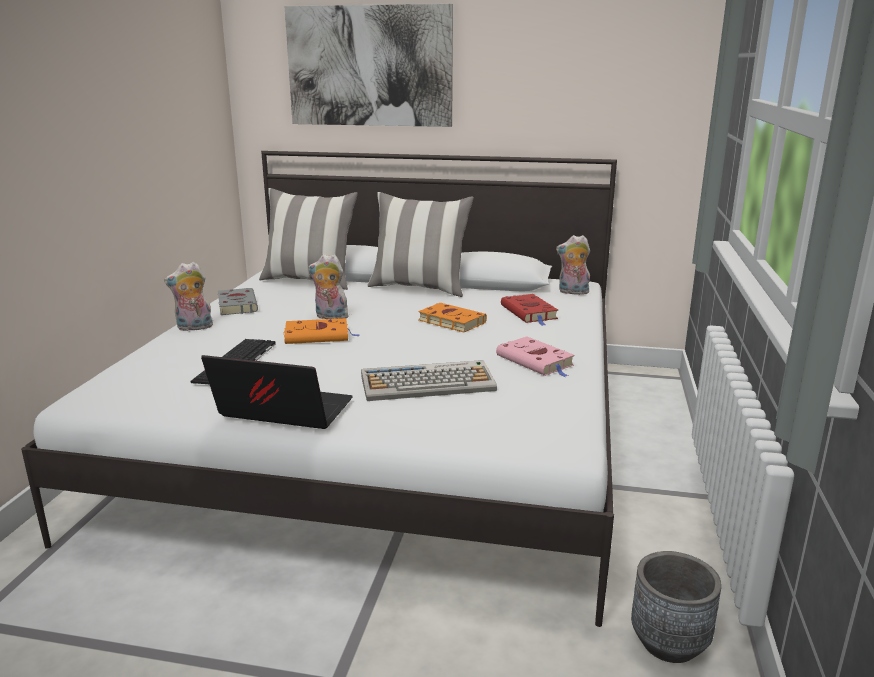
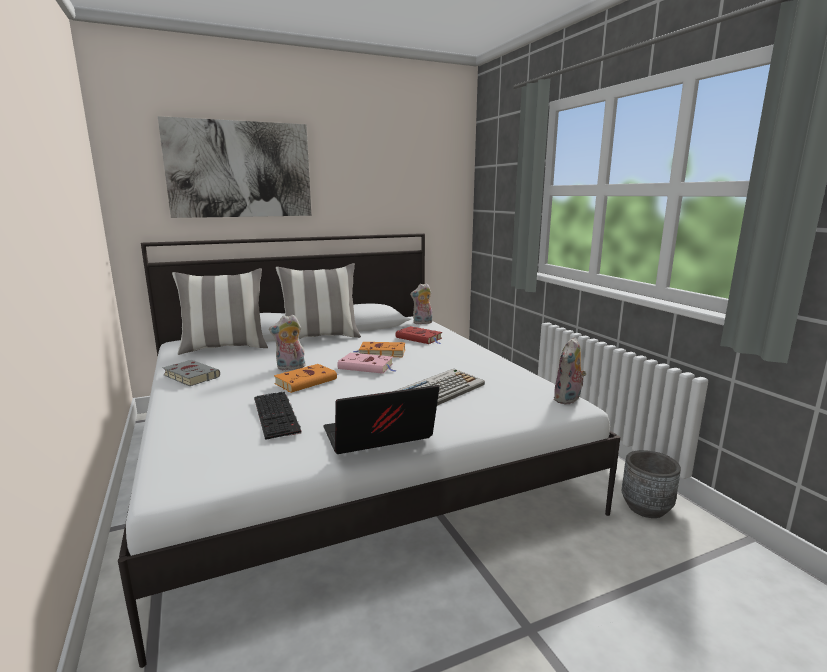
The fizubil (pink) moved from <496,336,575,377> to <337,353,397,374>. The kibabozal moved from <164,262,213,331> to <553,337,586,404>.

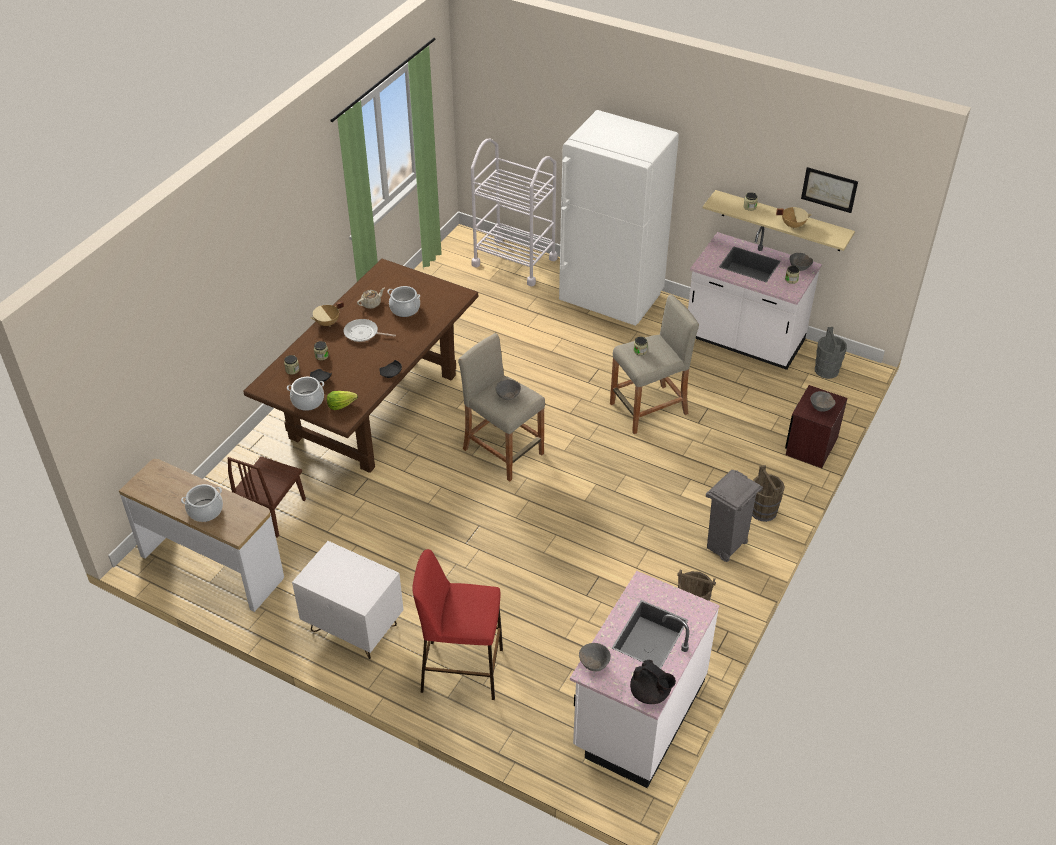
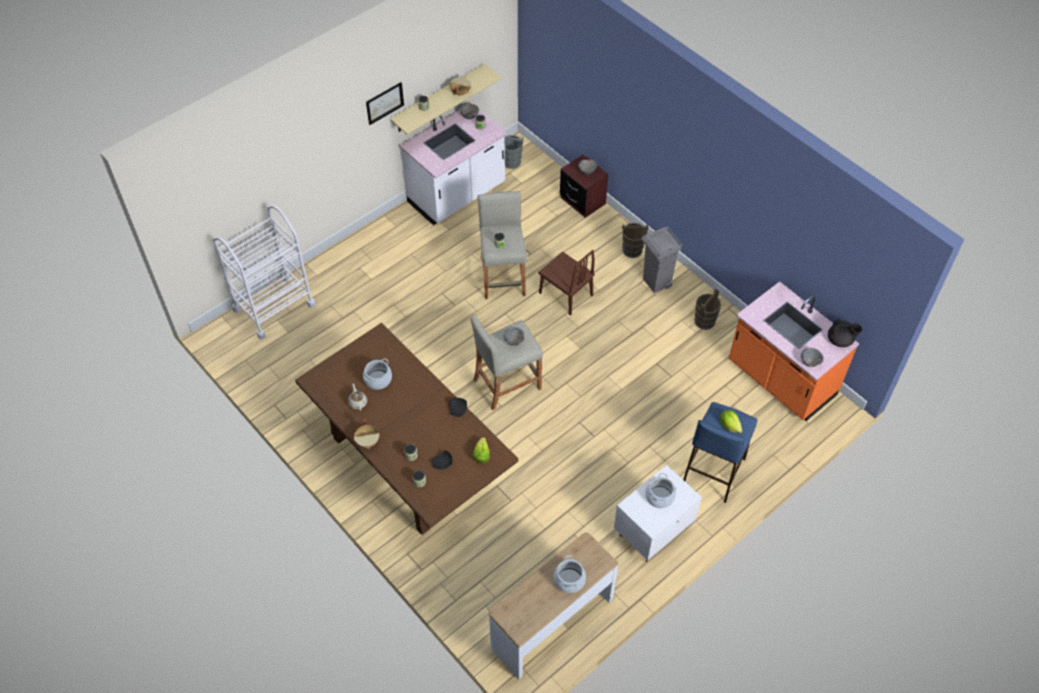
The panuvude moved from <801,167,858,213> to <366,82,404,125>. The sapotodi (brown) moved from <227,456,306,538> to <538,250,595,316>. The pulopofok moved from <287,377,324,411> to <645,473,676,508>. The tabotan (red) at <413,549,503,700> became the tabotan (blue) at <683,402,757,503>. The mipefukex at <720,410,742,433> appeared. The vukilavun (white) at <570,571,720,788> became the vukilavun (orange) at <729,281,859,421>. The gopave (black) at <630,660,676,704> turned 45 degrees clockwise. The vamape at <343,319,396,342> disappeared. The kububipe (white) at <559,110,679,326> disappeared.

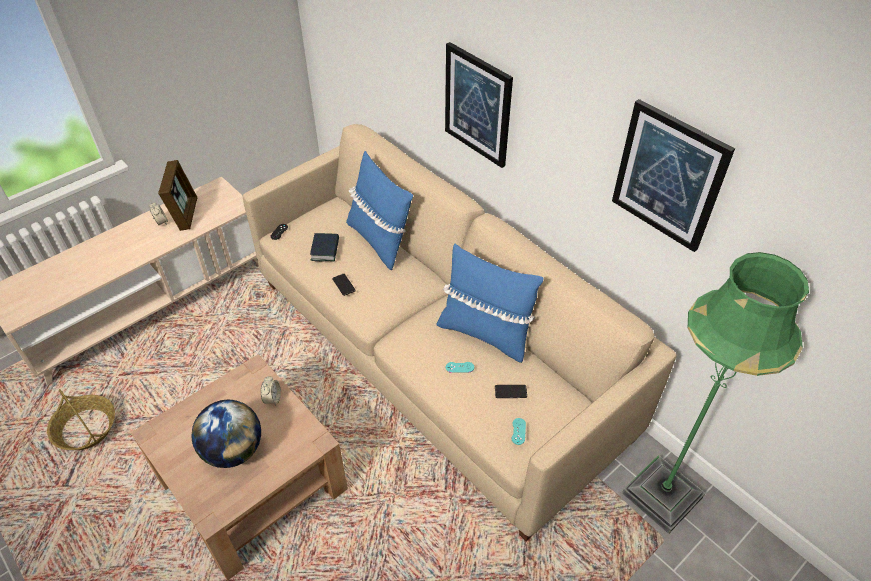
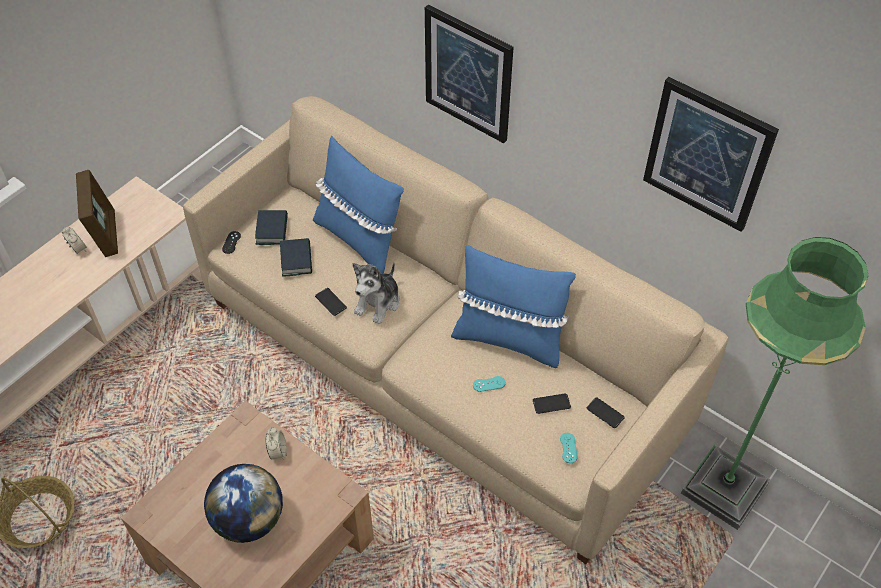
The fizubil at <255,210,288,245> appeared. The kibabozal at <353,262,400,324> appeared. The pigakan at <587,397,625,428> appeared.

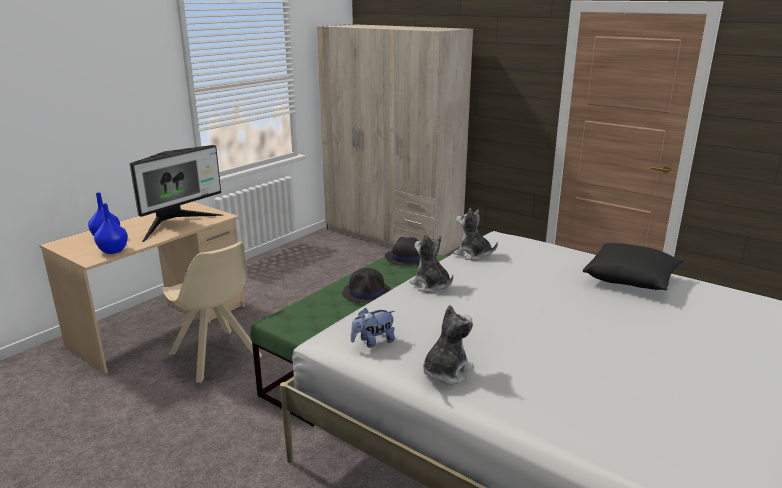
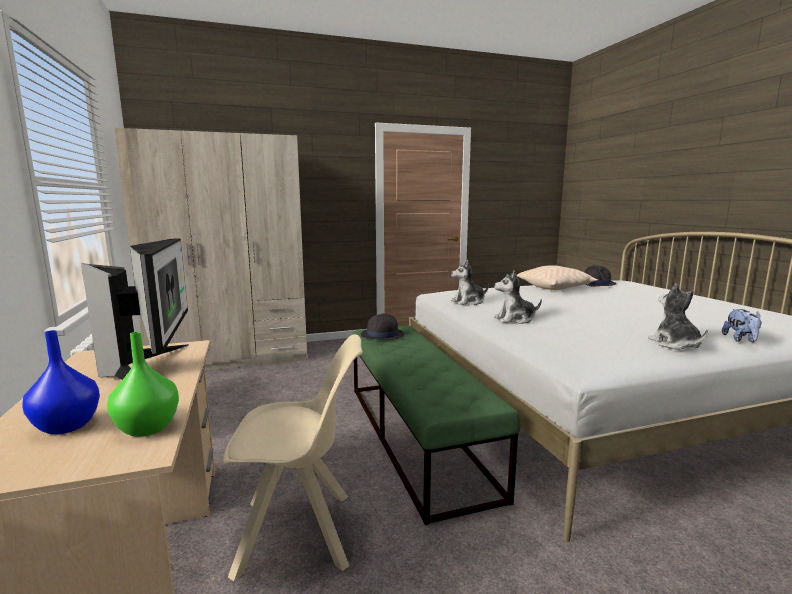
The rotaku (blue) at <94,203,128,254> became the rotaku (green) at <107,332,179,437>. The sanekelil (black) at <583,243,684,290> became the sanekelil (beige) at <517,265,598,290>. The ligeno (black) moved from <342,268,391,303> to <584,265,616,287>. The kibabozal moved from <351,308,395,348> to <722,309,762,342>.

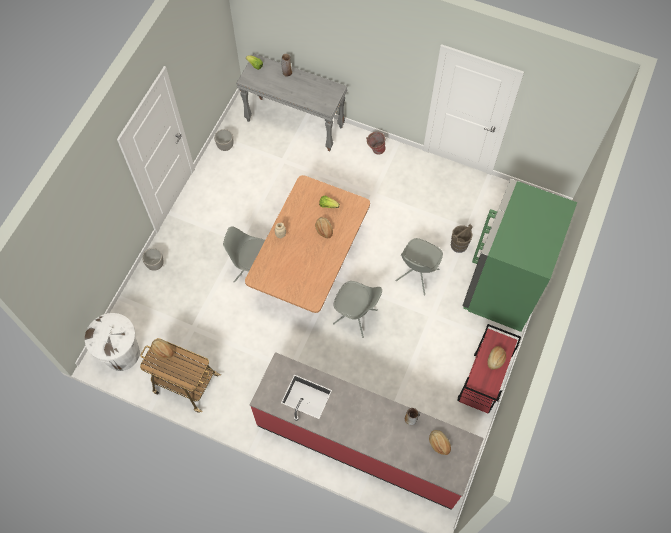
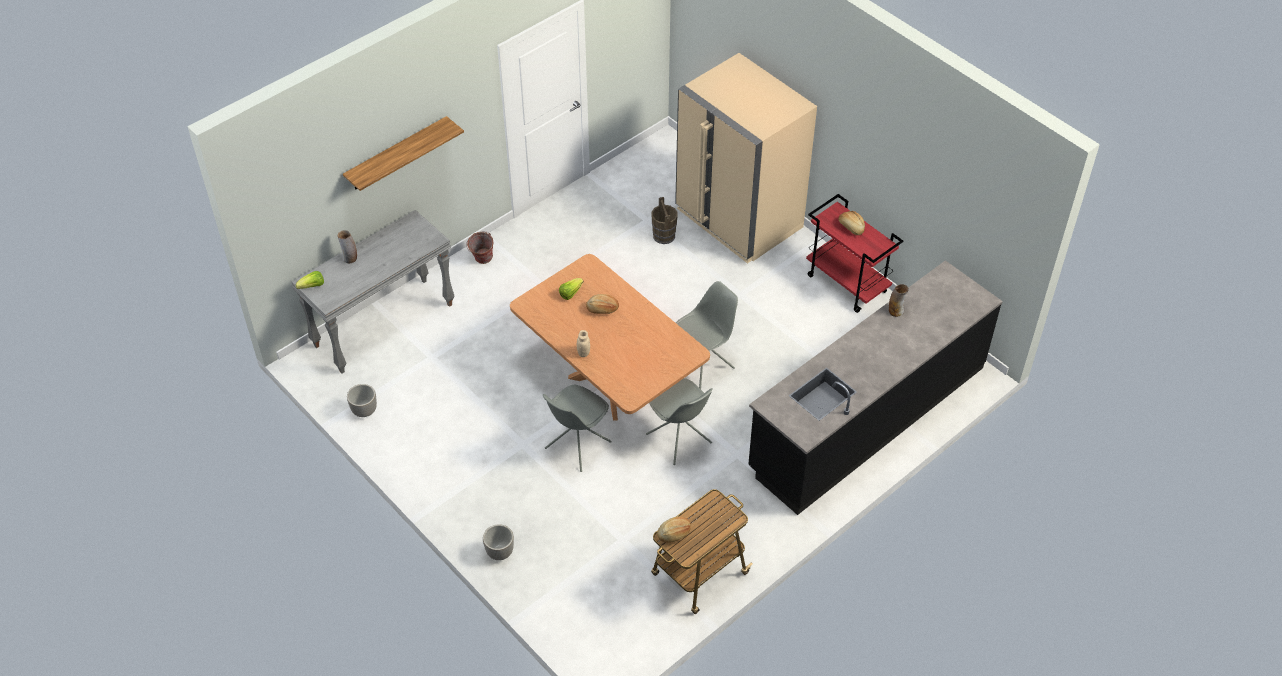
The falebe at <343,116,464,191> appeared. The sapotodi (grey) moved from <396,238,443,295> to <646,378,712,465>. The kububipe (green) at <462,179,577,332> became the kububipe (beige) at <675,53,817,264>. The vukilavun (red) at <250,352,484,510> became the vukilavun (black) at <748,260,1003,515>. The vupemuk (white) at <85,313,140,371> disappeared. The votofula at <429,430,451,455> disappeared.

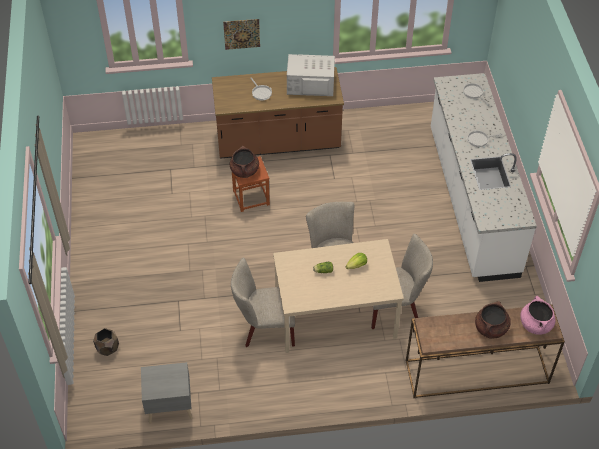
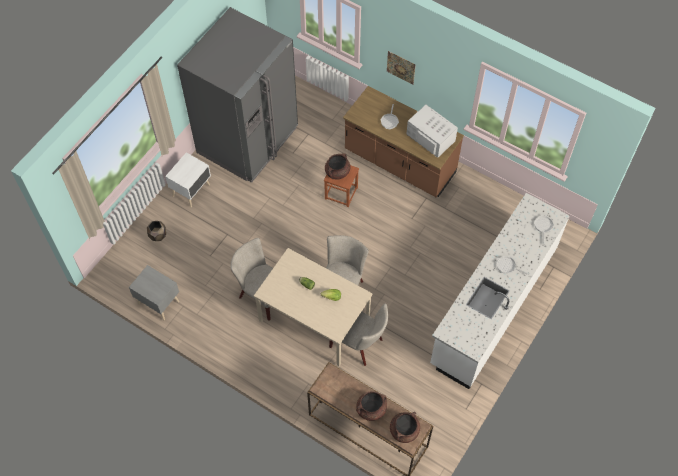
The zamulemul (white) at <165,152,211,207> appeared. The kububipe (grey) at <177,7,298,183> appeared. The pulopofok (pink) at <520,296,555,335> became the pulopofok (brown) at <390,412,420,443>.

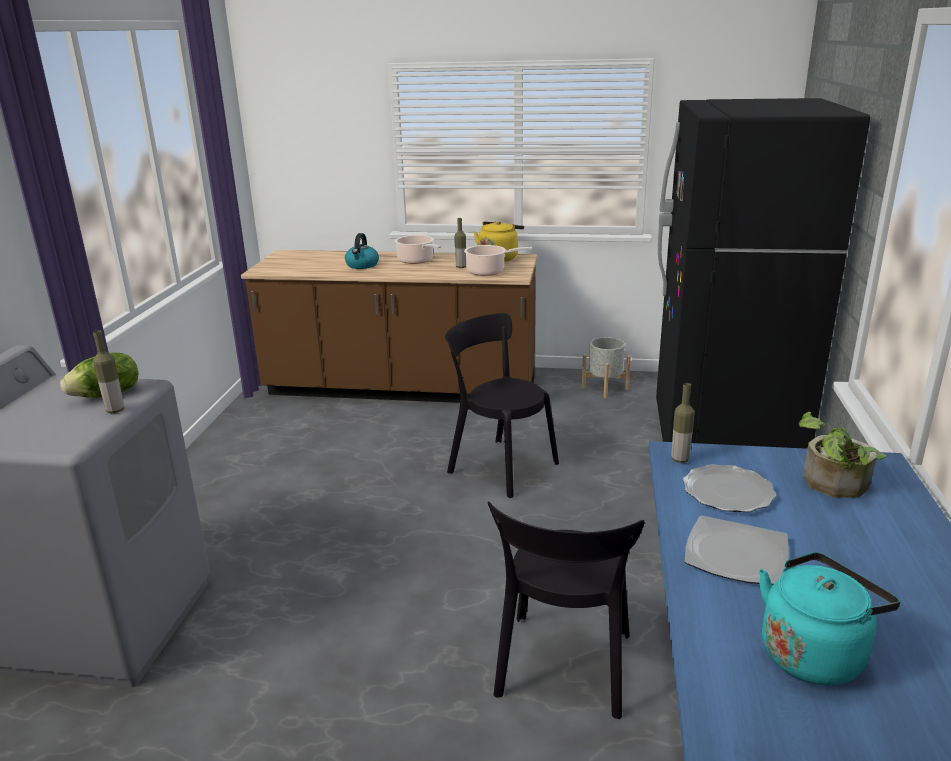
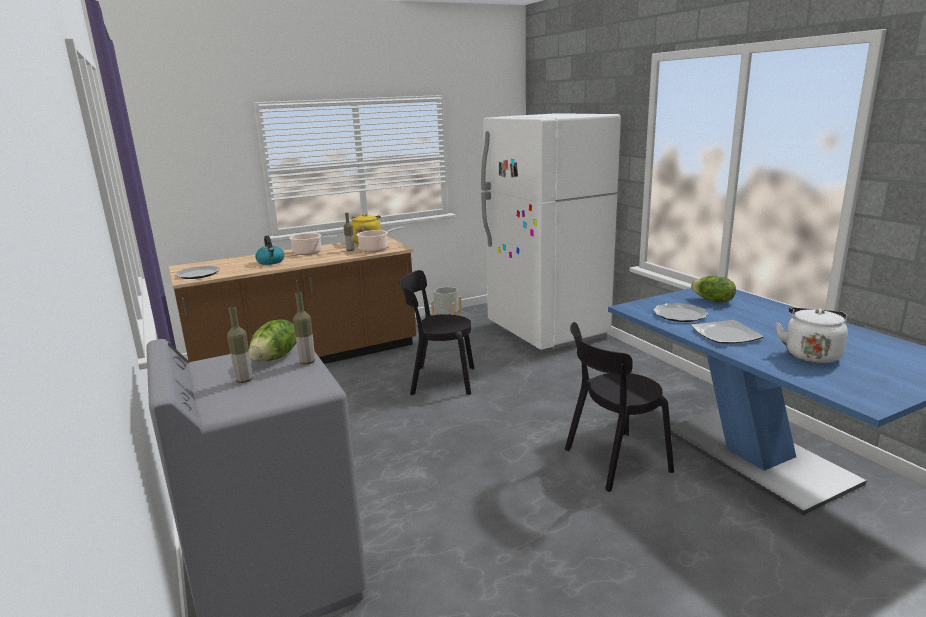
The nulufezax at <175,266,220,279> appeared. The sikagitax moved from <671,383,695,463> to <227,307,253,383>. The kububipe (black) at <656,98,870,449> became the kububipe (white) at <481,113,621,350>. The sapotodi (black) at <488,501,645,719> turned 90 degrees clockwise. The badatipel at <799,412,887,498> was replaced by the mipefukex at <691,276,736,302>. The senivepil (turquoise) at <759,552,900,685> became the senivepil (white) at <776,307,848,364>.

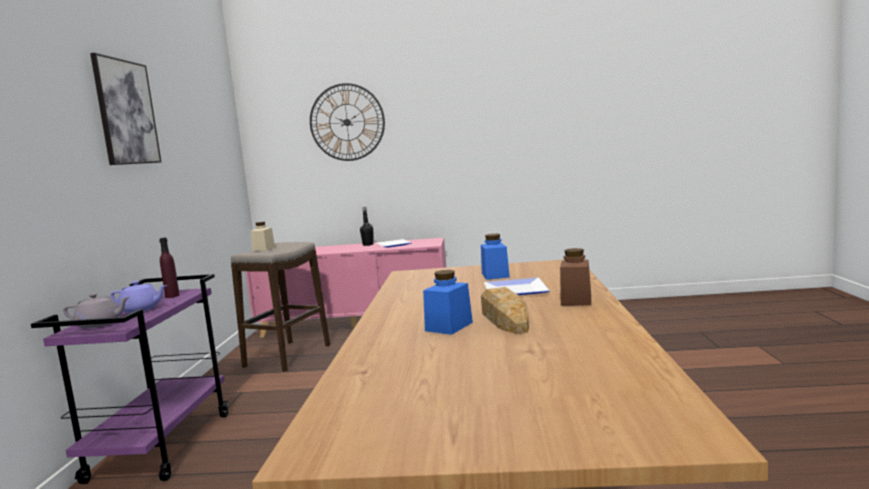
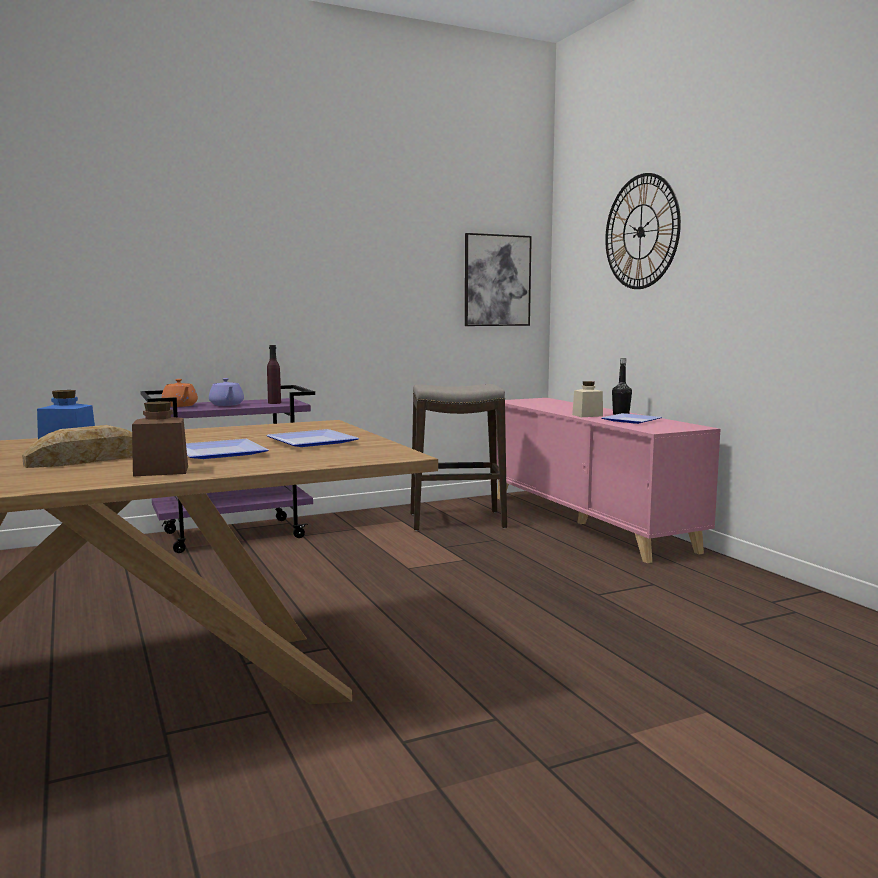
The gopave (grey) at <63,293,130,329> became the gopave (orange) at <161,379,198,407>. The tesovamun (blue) at <481,234,510,280> was replaced by the nulufezax at <266,429,359,447>. The panuvude moved from <90,53,161,165> to <465,233,532,326>. The tesovamun (beige) moved from <251,222,275,251> to <572,381,603,417>.

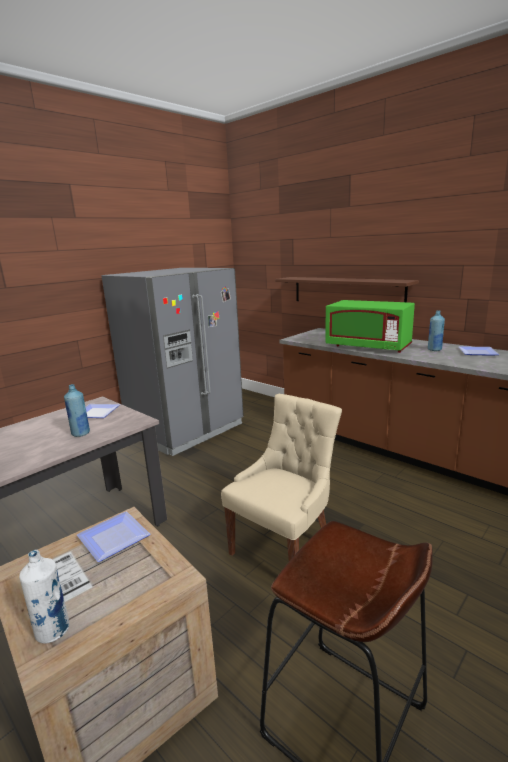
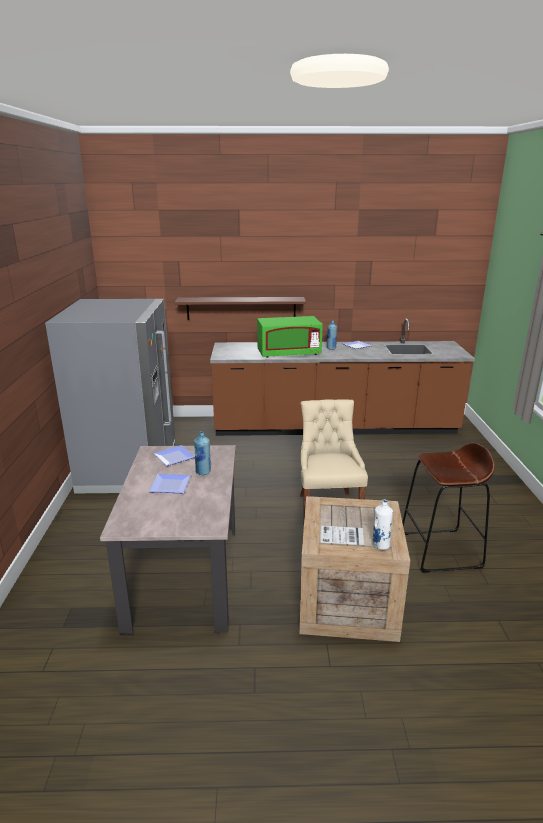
The nulufezax moved from <77,511,150,562> to <148,474,191,493>.

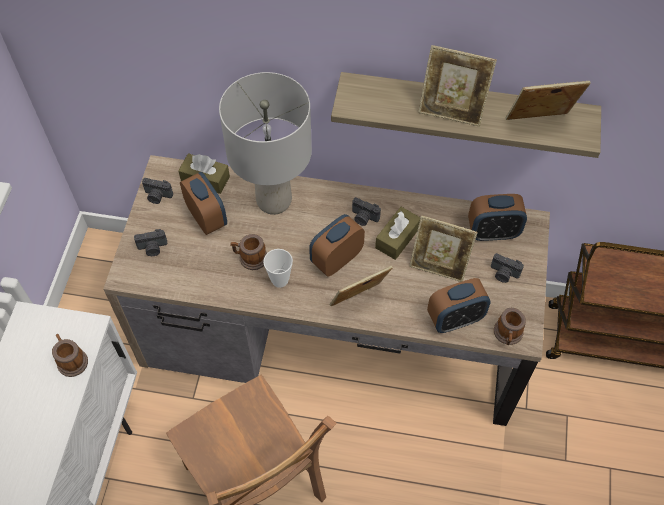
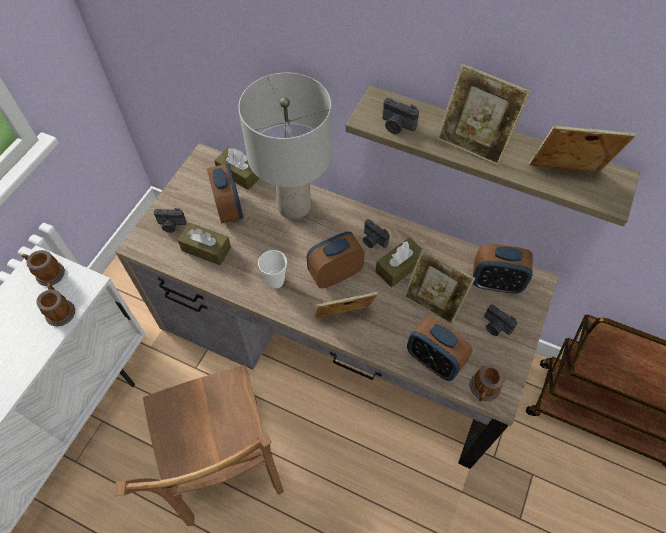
The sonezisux moved from <230,234,267,270> to <22,250,65,286>. The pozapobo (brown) at <178,223,231,265> appeared. The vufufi moved from <142,178,173,204> to <382,98,419,134>. The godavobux at <427,278,491,333> turned 45 degrees clockwise.

